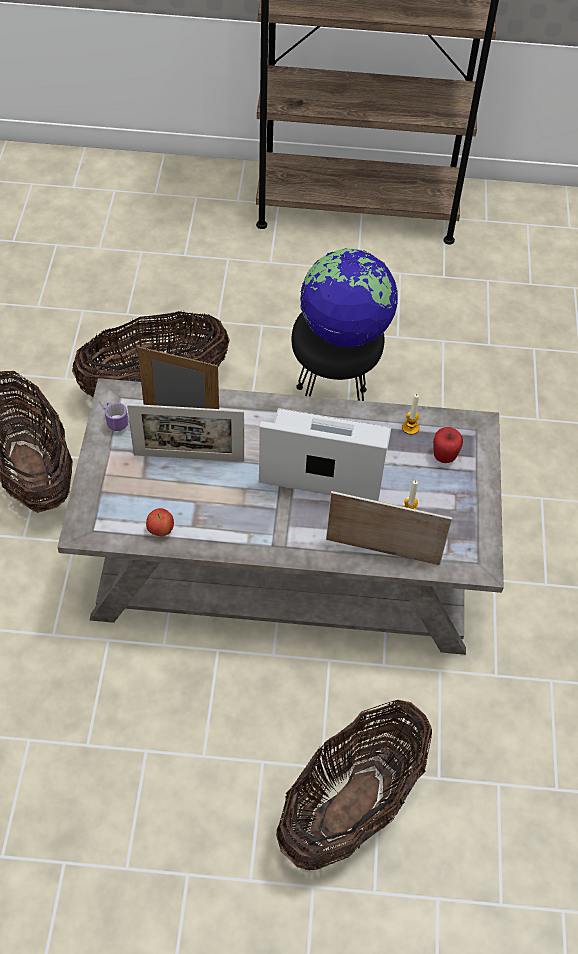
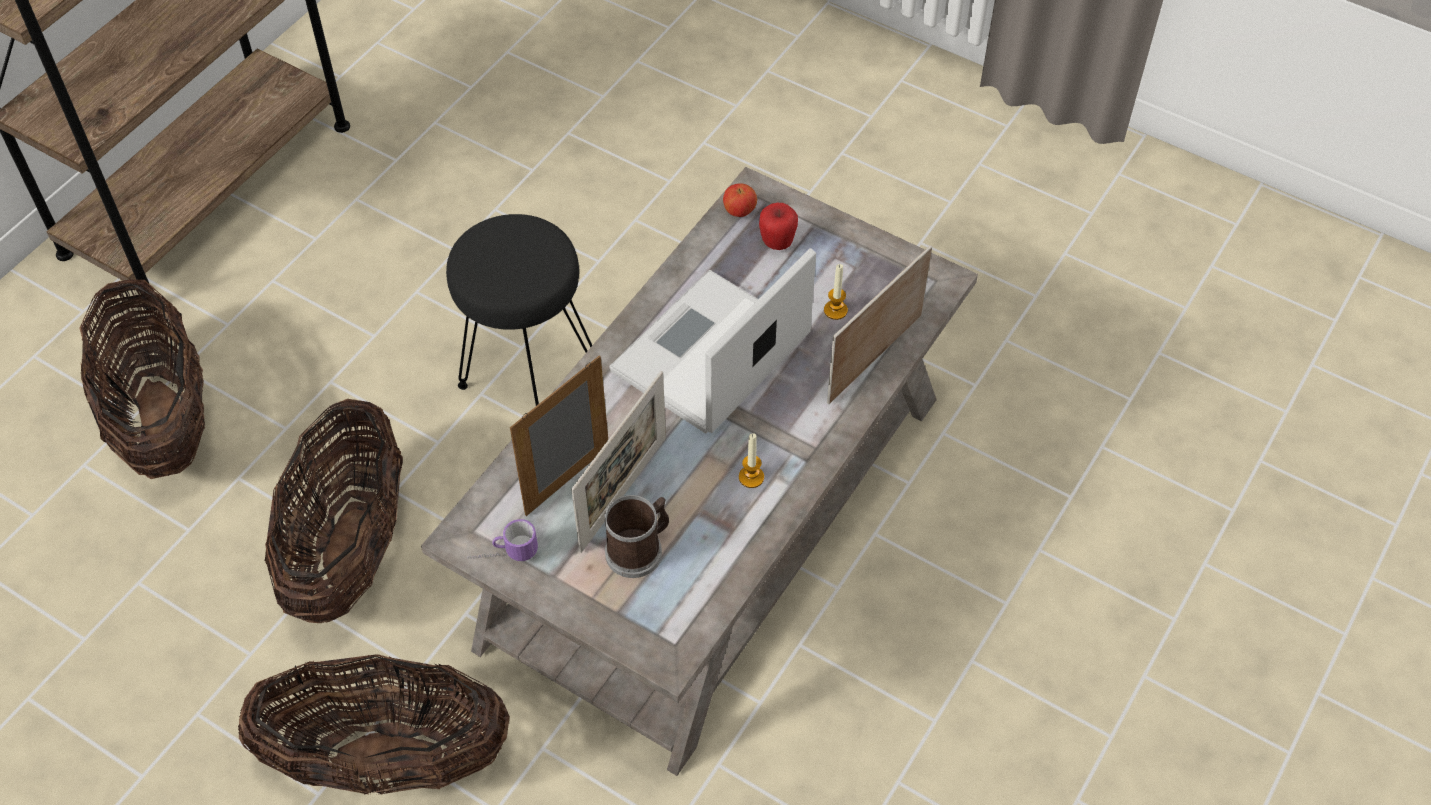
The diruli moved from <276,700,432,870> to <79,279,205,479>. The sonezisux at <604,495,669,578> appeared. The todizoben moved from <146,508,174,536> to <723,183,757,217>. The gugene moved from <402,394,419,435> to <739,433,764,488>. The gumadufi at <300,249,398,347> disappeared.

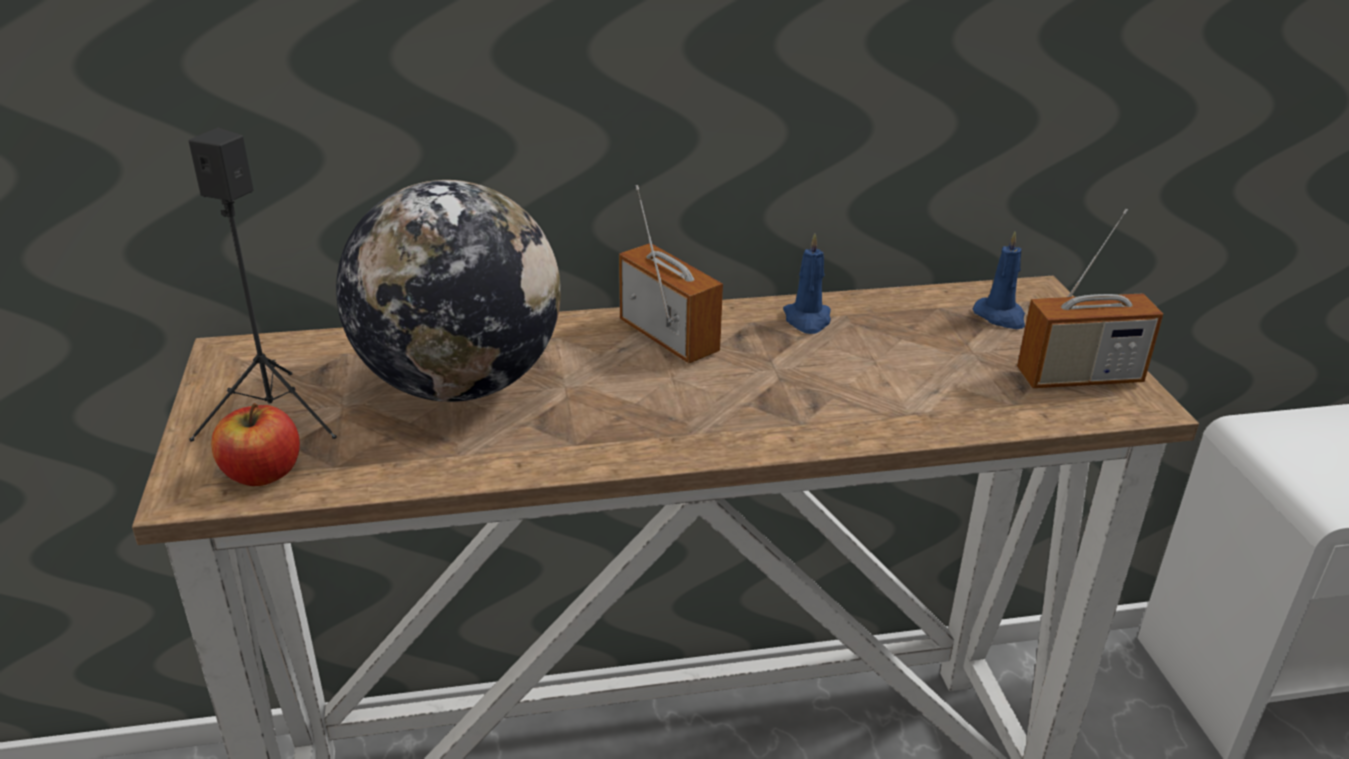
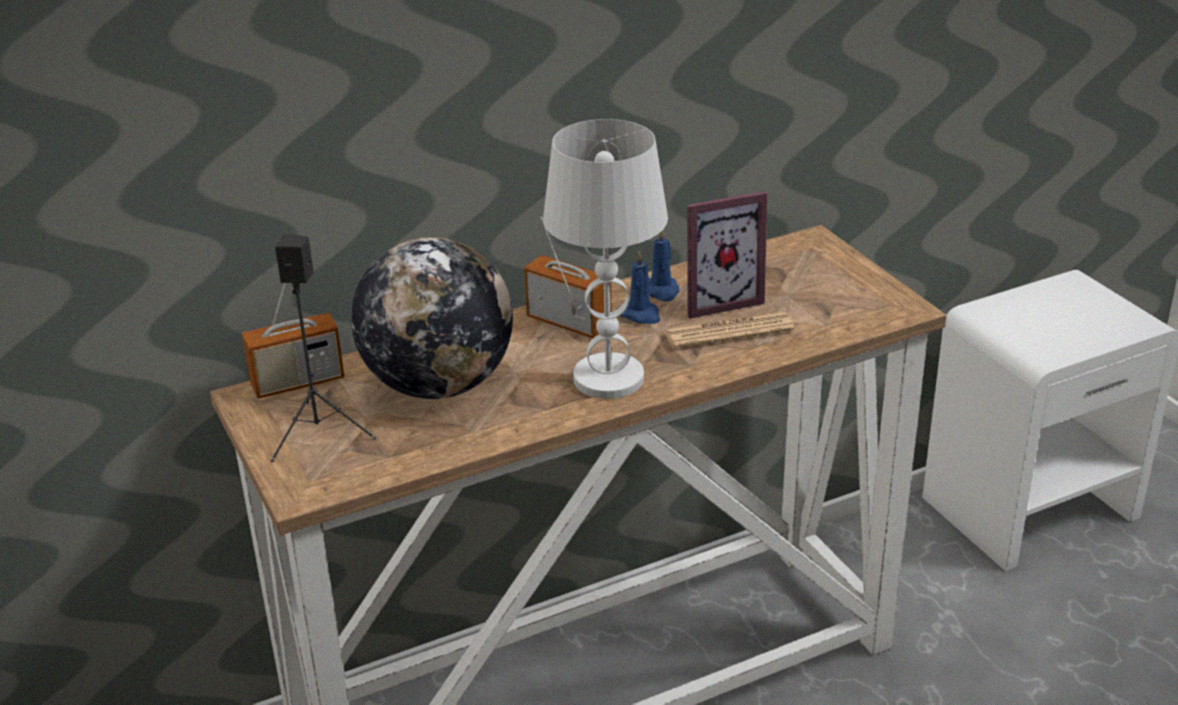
The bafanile moved from <1017,209,1163,388> to <242,283,344,399>. The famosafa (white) at <543,119,668,399> appeared. The gugene (blue) moved from <973,230,1025,329> to <621,250,660,324>. The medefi at <664,312,794,349> appeared. The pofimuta at <687,191,768,319> appeared. The todizoben at <211,403,300,486> disappeared.

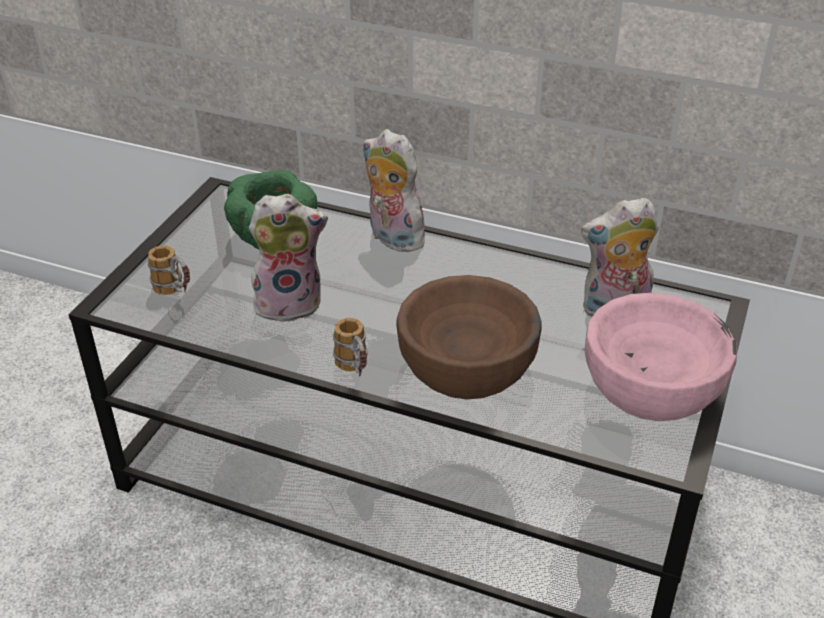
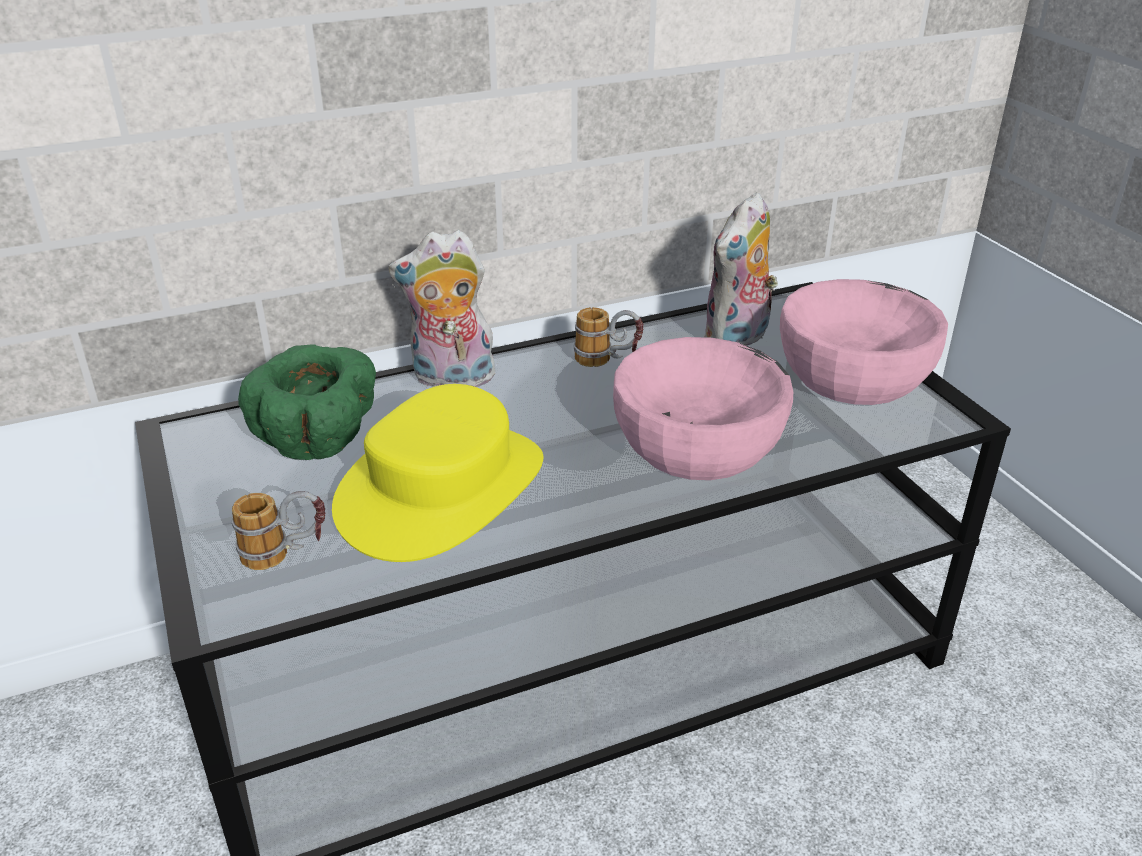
The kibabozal at <249,194,328,323> was replaced by the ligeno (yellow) at <332,384,543,562>. The sonezisux moved from <333,318,368,377> to <574,307,644,367>. The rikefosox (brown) at <396,275,542,399> became the rikefosox (pink) at <613,337,793,480>.

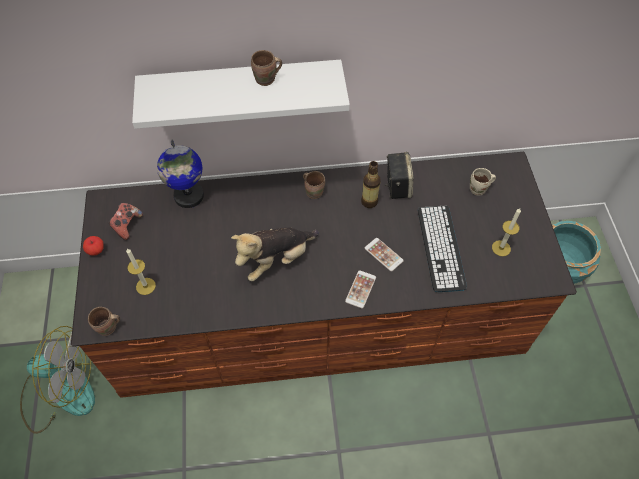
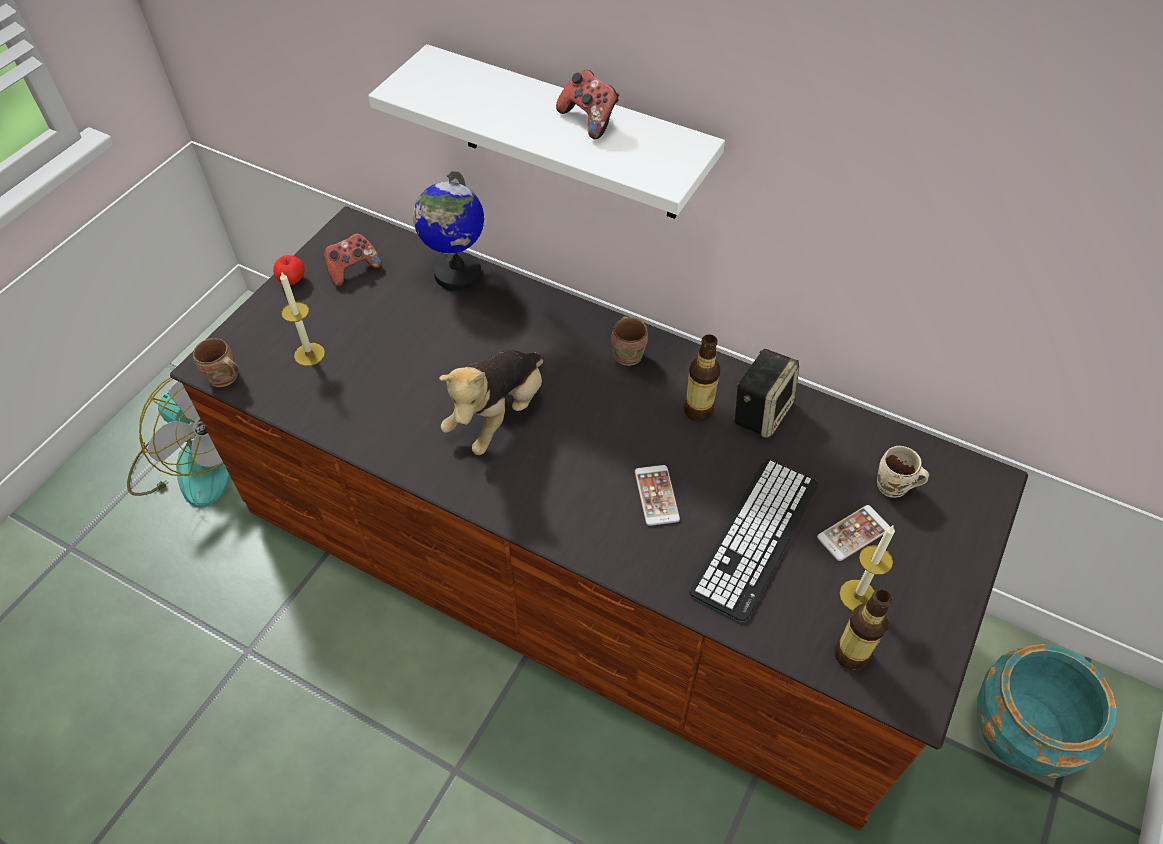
The kibabozal at <231,227,319,281> turned 60 degrees counterclockwise. The sonezisux (brown) at <251,50,282,86> was replaced by the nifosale at <556,70,619,139>. The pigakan moved from <345,270,376,308> to <817,505,890,561>. The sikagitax at <834,588,892,670> appeared.

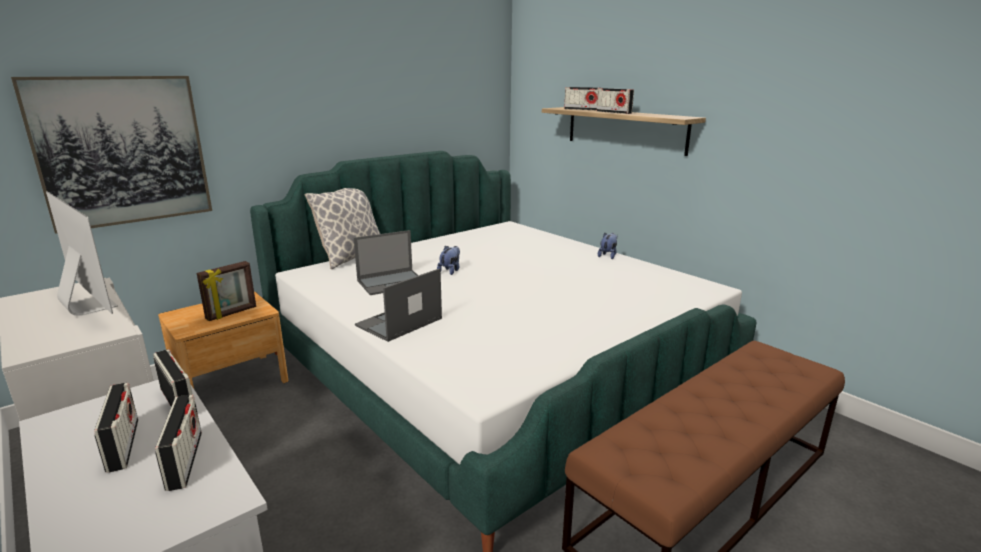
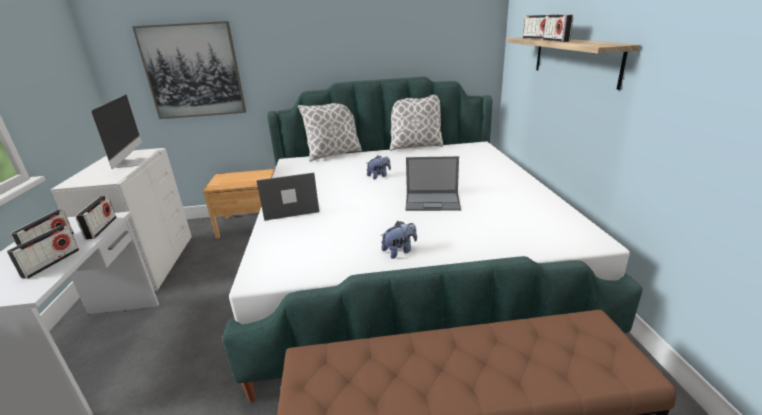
The kibabozal moved from <598,233,617,259> to <381,221,417,259>. The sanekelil at <390,94,443,151> appeared. The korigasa moved from <354,230,419,295> to <405,156,461,211>. The pofimuta at <197,261,256,321> disappeared.

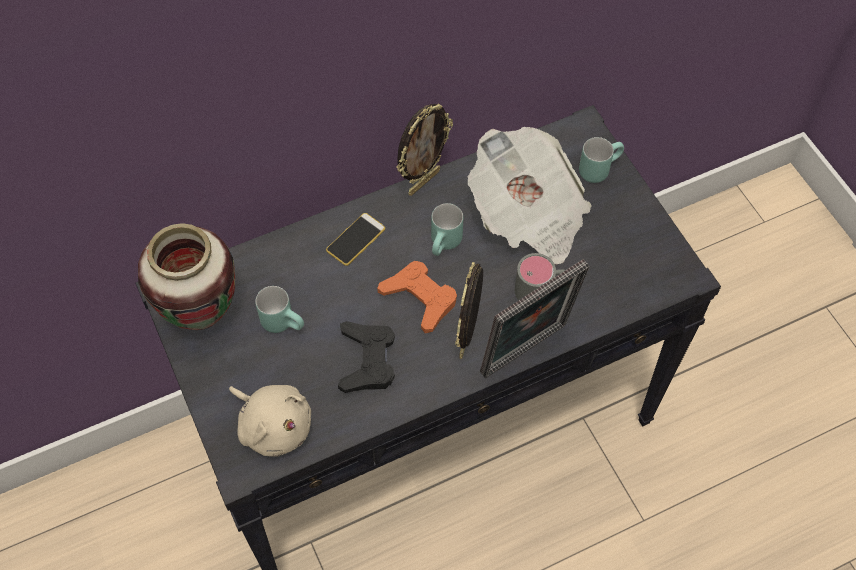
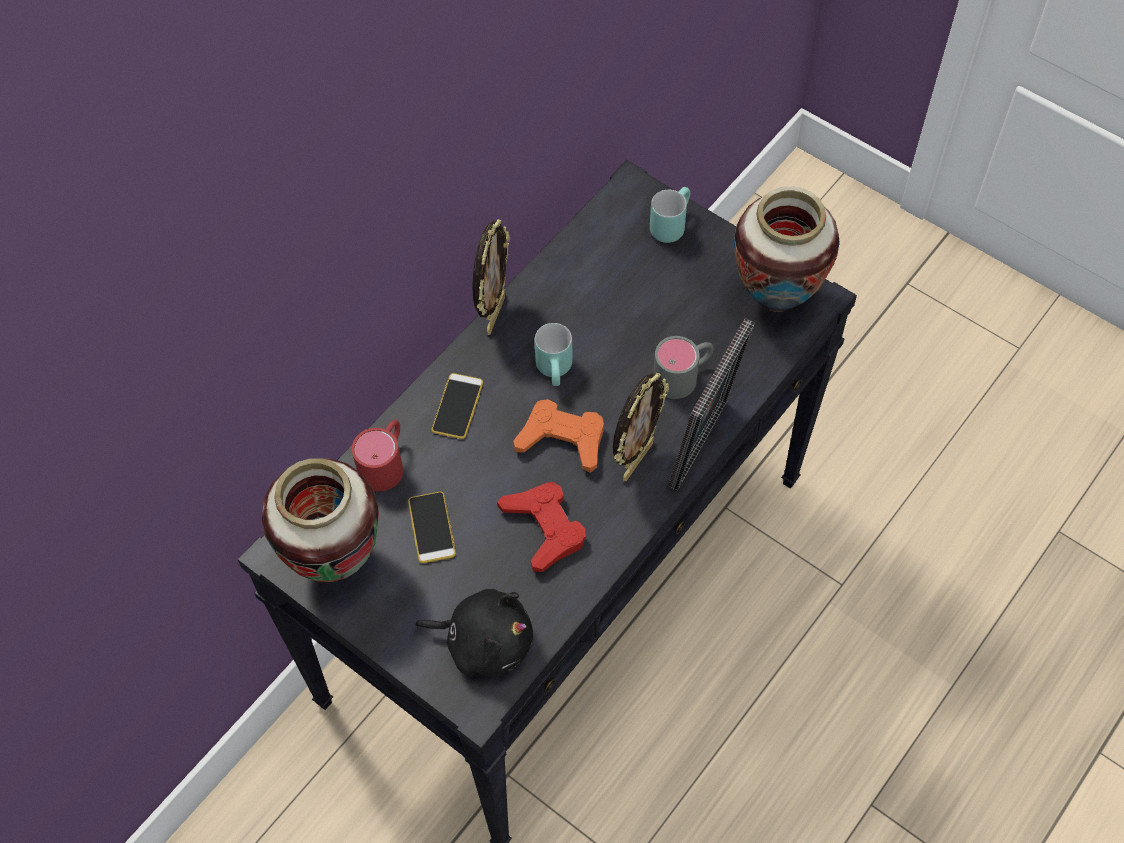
The sonezisux (red) at <352,420,403,491> appeared. The sonezisux (turquoise) at <255,286,304,333> was replaced by the pigakan at <408,492,456,563>. The kibabozal (beige) at <229,385,311,457> became the kibabozal (black) at <415,589,533,676>. The nifosale (black) at <338,321,395,393> became the nifosale (red) at <497,482,586,572>. The pofimuta at <455,262,483,359> turned 135 degrees counterclockwise. The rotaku at <734,186,840,312> appeared. The medefi at <468,127,592,264> disappeared.

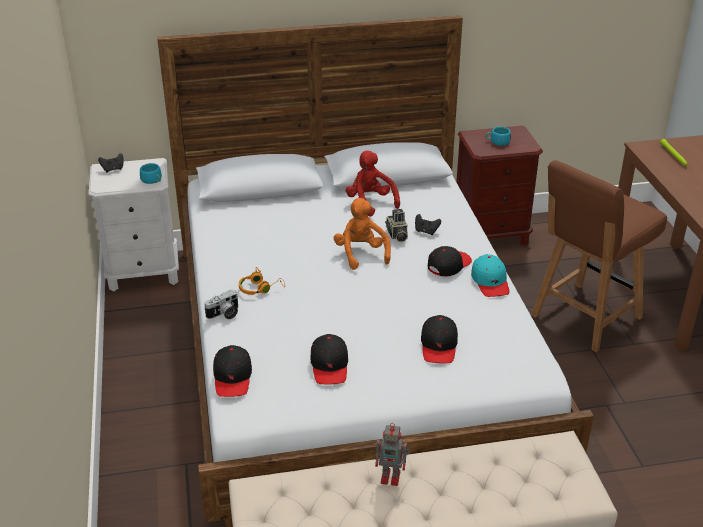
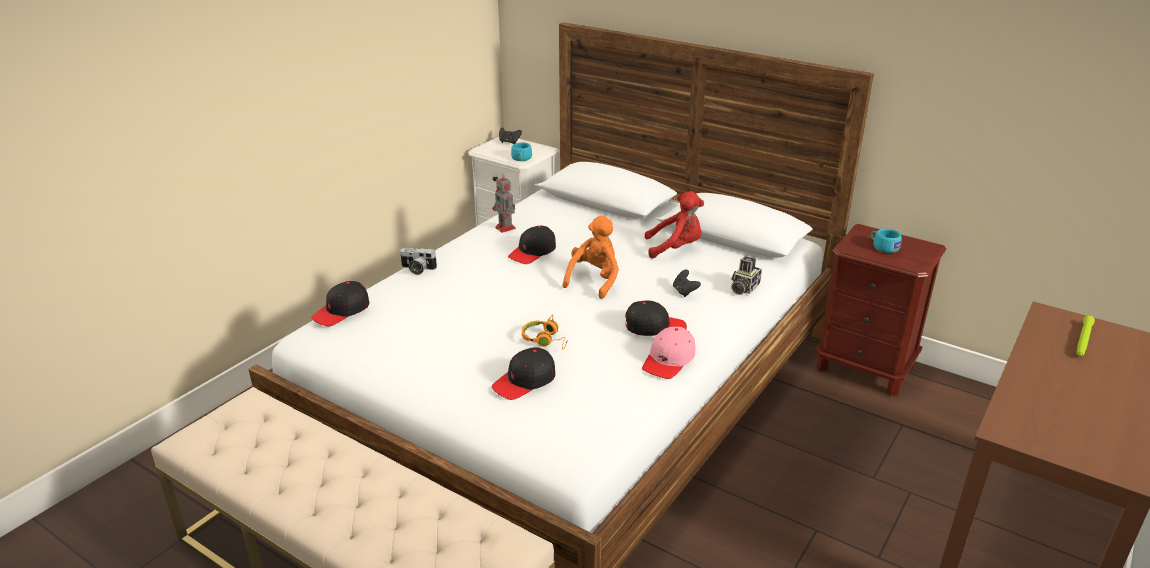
The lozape moved from <375,423,410,486> to <492,173,516,233>. The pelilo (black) moved from <310,334,348,385> to <508,226,556,264>. The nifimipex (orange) moved from <239,267,285,295> to <522,315,568,349>. The pelilo (turquoise) at <471,254,509,297> became the pelilo (pink) at <642,327,695,379>. The kibabozal (red) at <346,150,400,217> turned 75 degrees clockwise. The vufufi moved from <385,209,408,242> to <731,256,762,295>. The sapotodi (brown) at <531,160,667,352> disappeared.

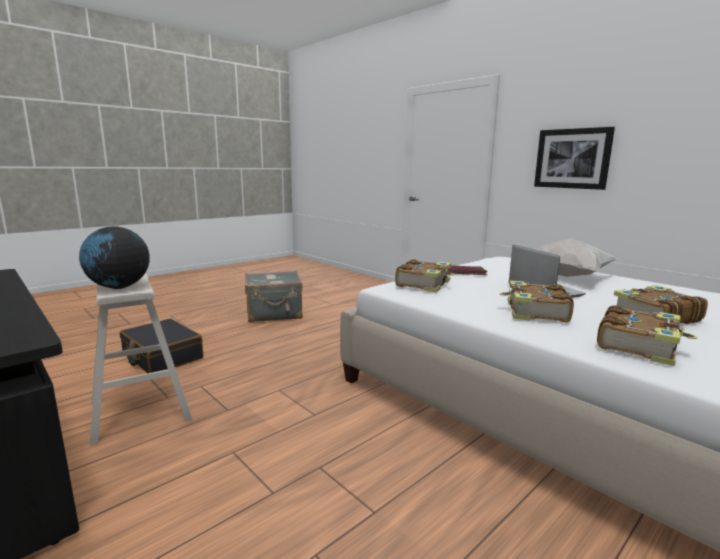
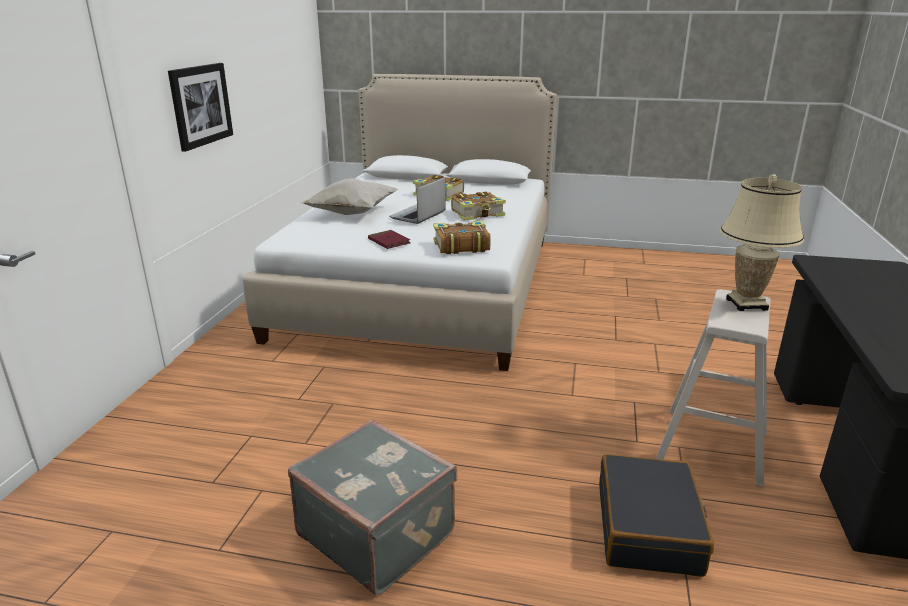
The gumadufi at <79,226,150,289> was replaced by the famosafa (beige) at <720,174,804,311>. The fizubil at <597,305,697,366> disappeared.

